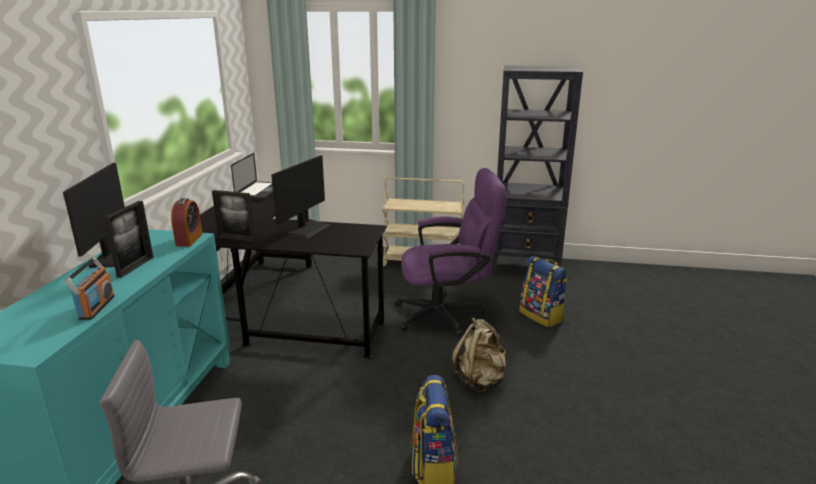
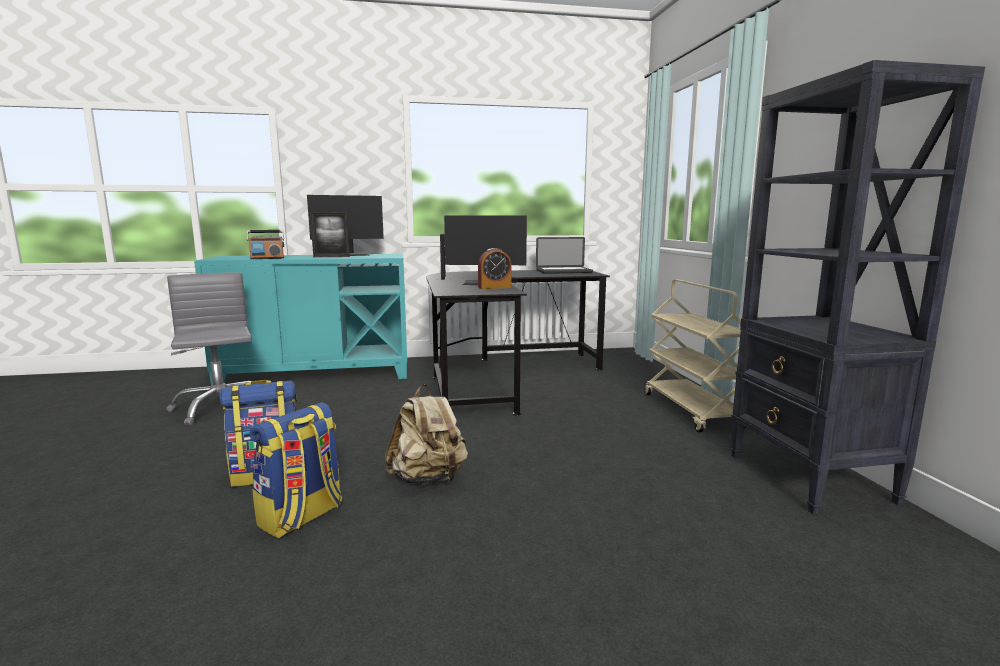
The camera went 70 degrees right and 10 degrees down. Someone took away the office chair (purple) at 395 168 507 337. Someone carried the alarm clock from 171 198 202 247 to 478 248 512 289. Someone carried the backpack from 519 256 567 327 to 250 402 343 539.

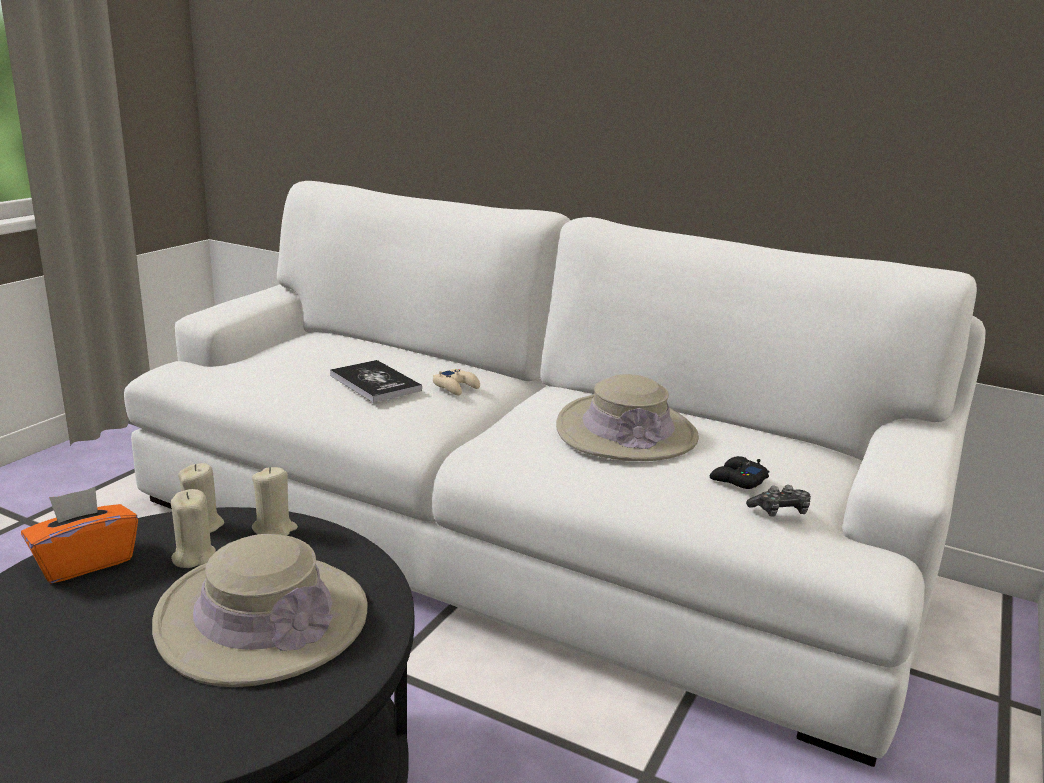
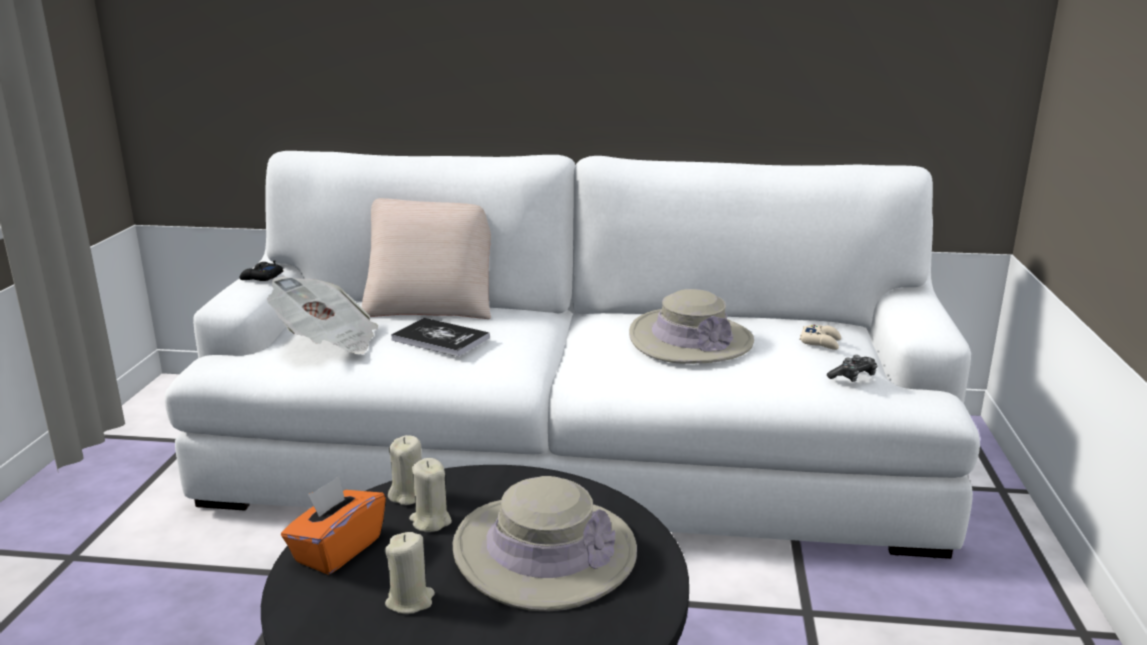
The camera went 20 degrees left and 0 degrees up. Someone put down the newspaper at 267 276 378 354. Someone put down the pillow (beige) at 362 198 491 319. Someone carried the candle (beige) from 252 467 298 536 to 385 532 435 614. Someone carried the game controller (beige) from 433 369 480 396 to 800 325 841 350. Someone carried the game controller (black) from 710 456 770 489 to 239 260 283 281.

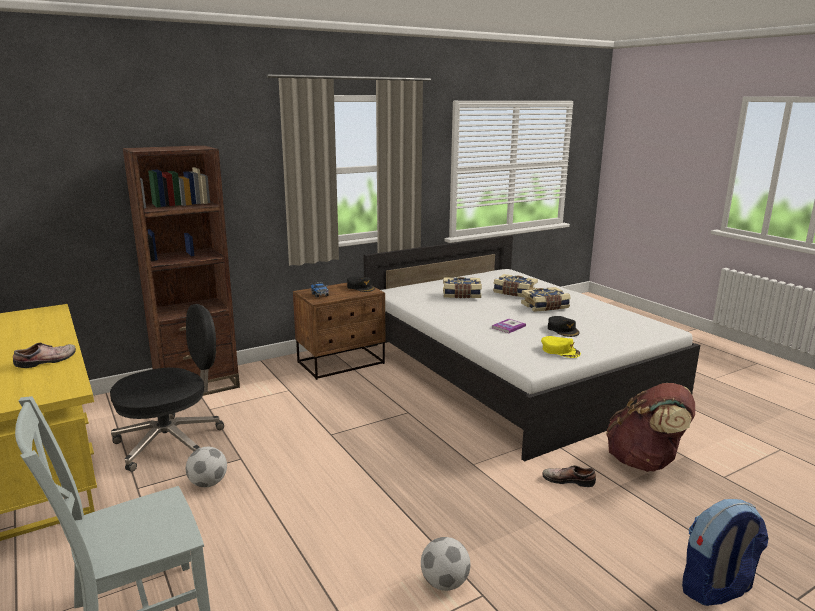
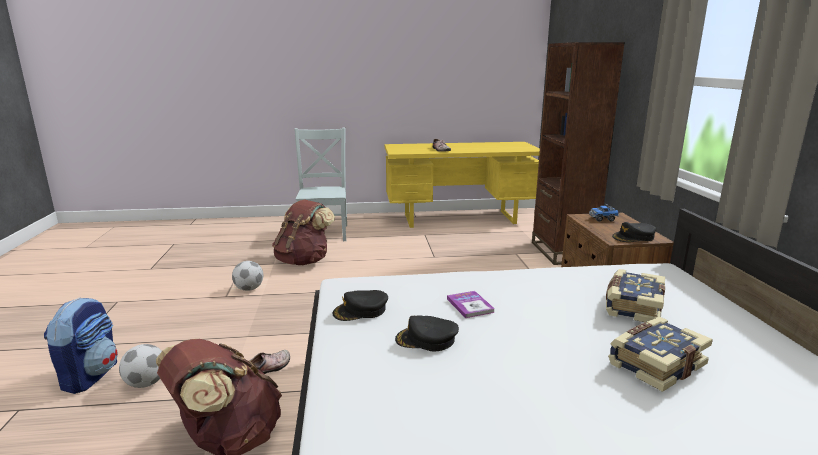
The camera went 115 degrees right and 0 degrees up. Someone took away the office chair (black) at 110 304 224 472. Someone took away the book at 521 287 571 312. Someone put down the backpack (brown) at 272 200 335 265. Someone carried the football from 186 447 227 487 to 119 344 162 388. Someone repainted the cap (yellow) at 541 336 581 358, which became the cap (black) at 333 290 388 321.

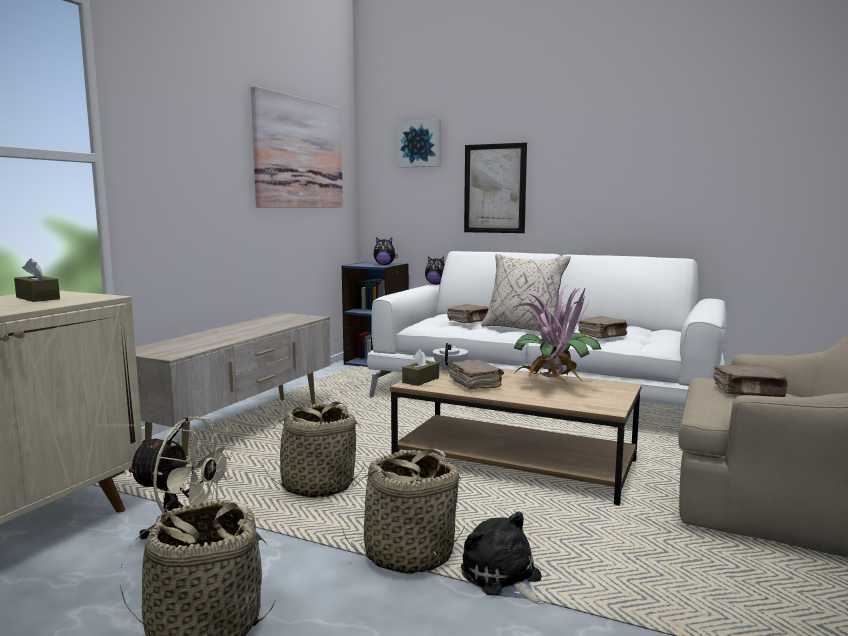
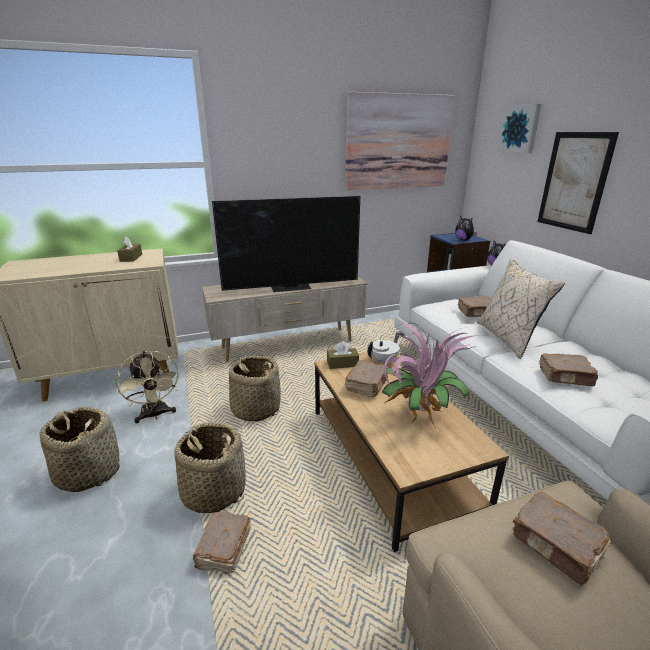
The camera went 45 degrees right and 15 degrees up. Someone put down the television at 212 196 360 292. Someone swapped the plush toy at 461 512 544 604 for the book (brown) at 193 512 251 574.

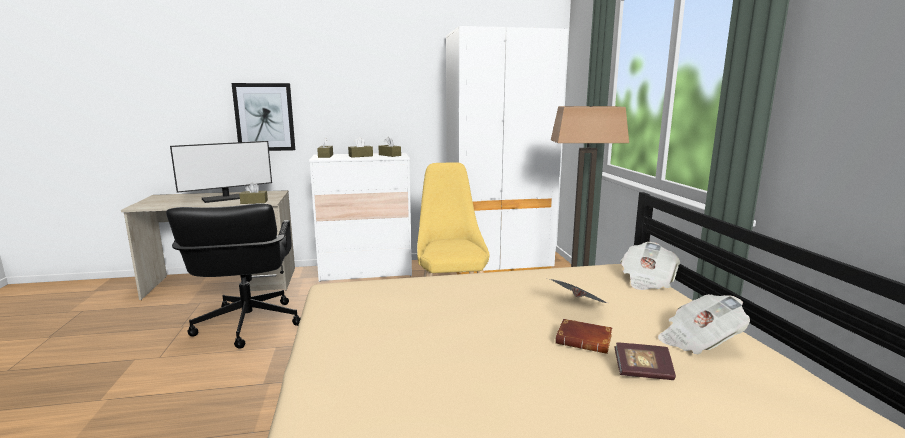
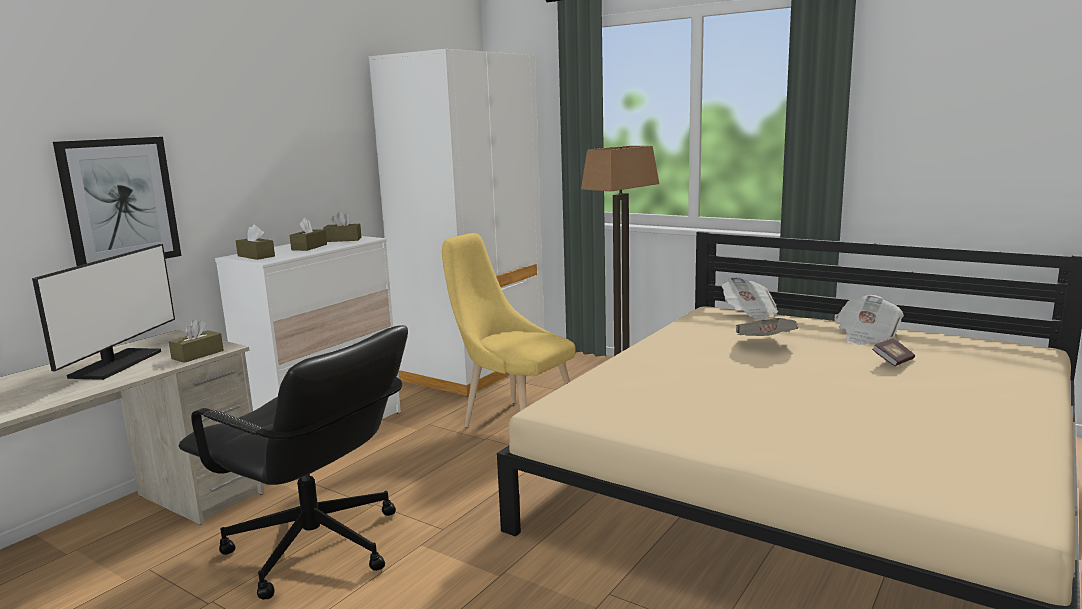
The camera went 45 degrees left and 0 degrees up. Someone took away the book (brown) at 555 319 612 354.

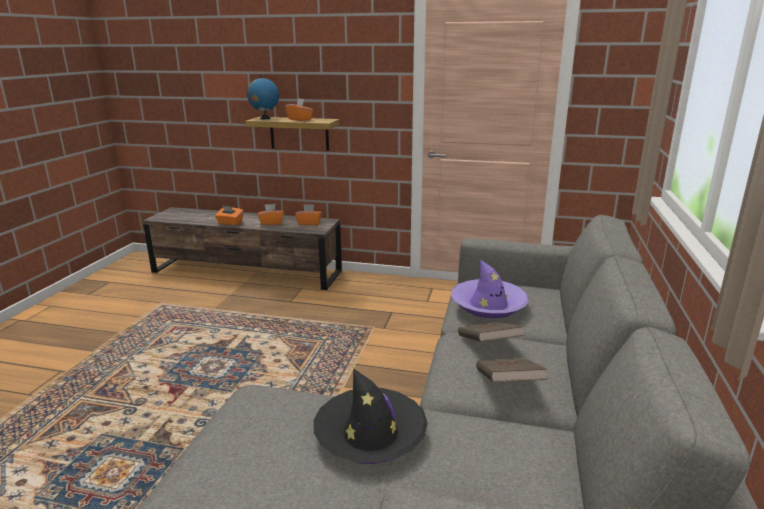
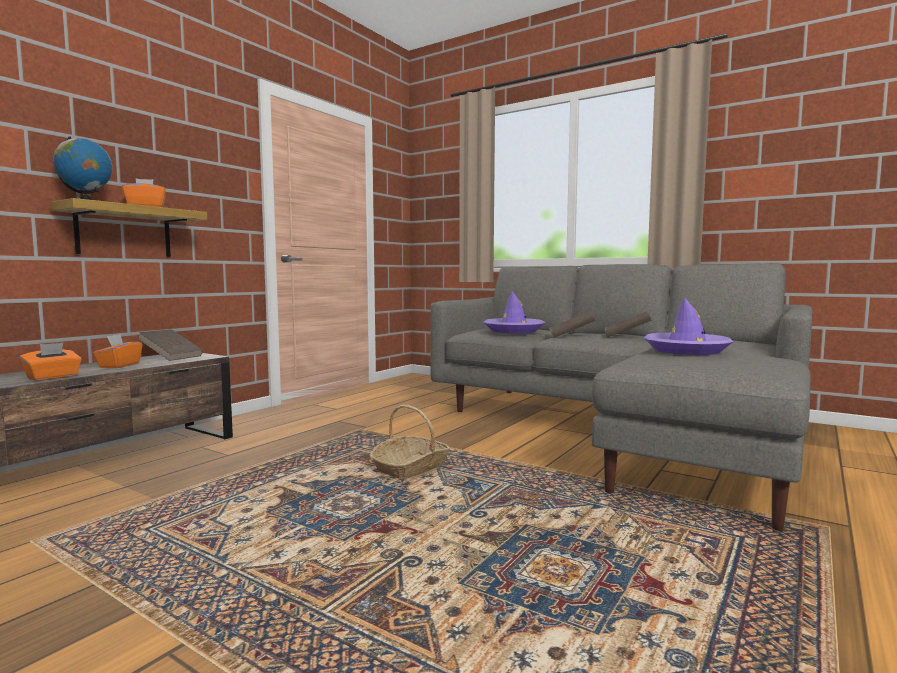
The camera went 70 degrees left and 15 degrees down. Someone put down the basket at 370 405 450 479. Someone swapped the tissue box (orange) at 295 204 322 225 for the book (brown) at 138 329 203 361. Someone repainted the hat (black) at 314 368 428 464, which became the hat (purple) at 644 298 733 355.

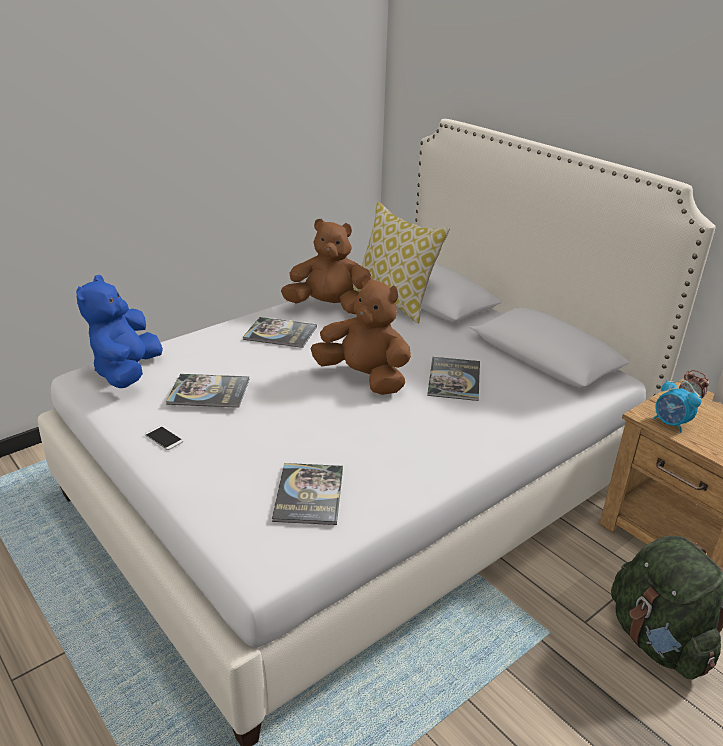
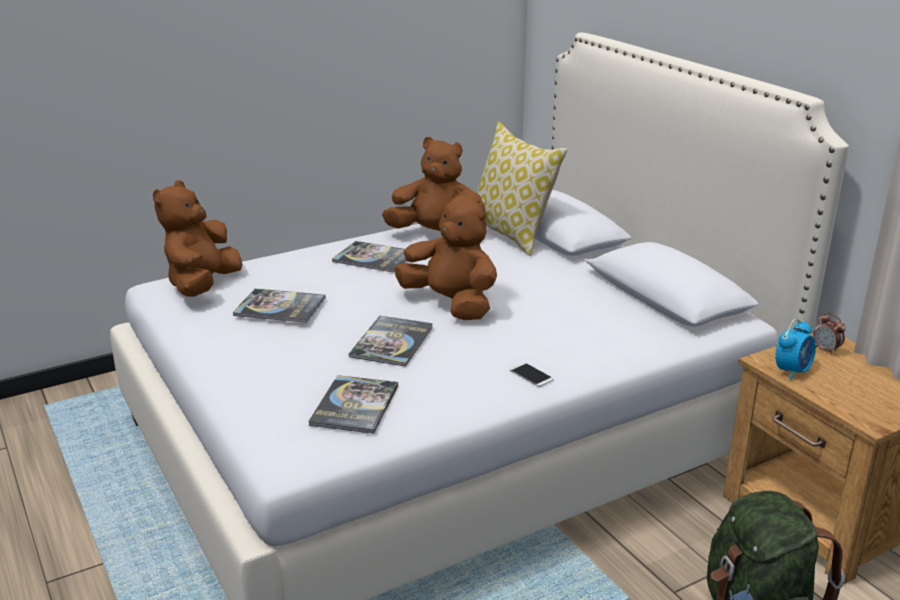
The camera went 10 degrees right and 5 degrees down. Someone carried the phone from 145 426 183 450 to 510 363 553 387. Someone carried the book from 427 357 480 401 to 349 316 433 367. Someone repainted the plush toy (blue) at 76 275 163 388, which became the plush toy (brown) at 153 180 242 297. Someone rotated the alarm clock at 653 380 702 433 by 105 degrees counterclockwise.

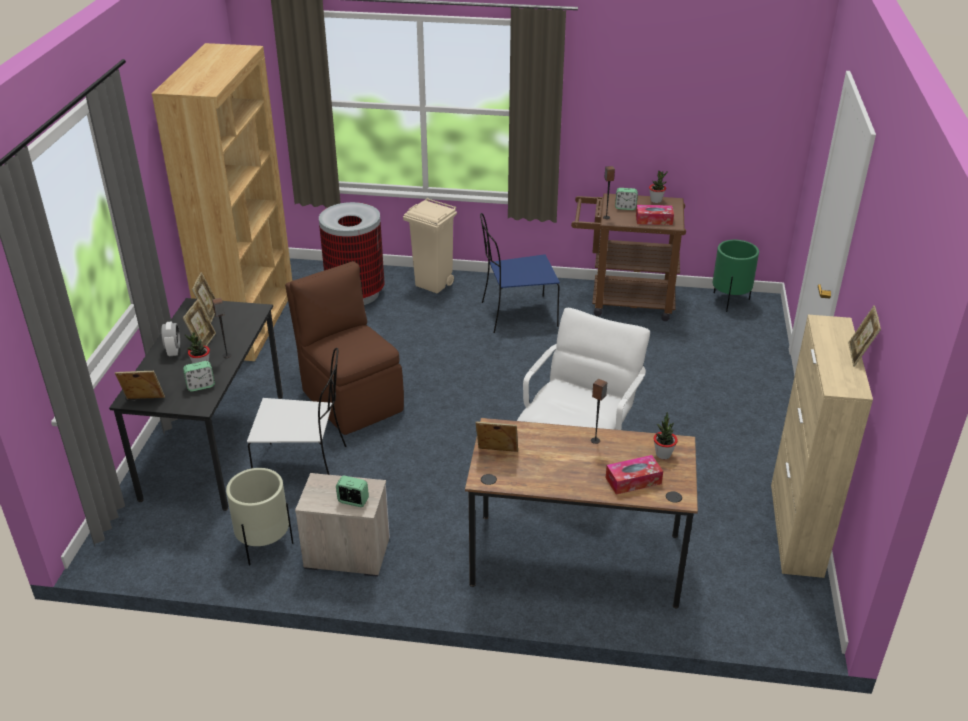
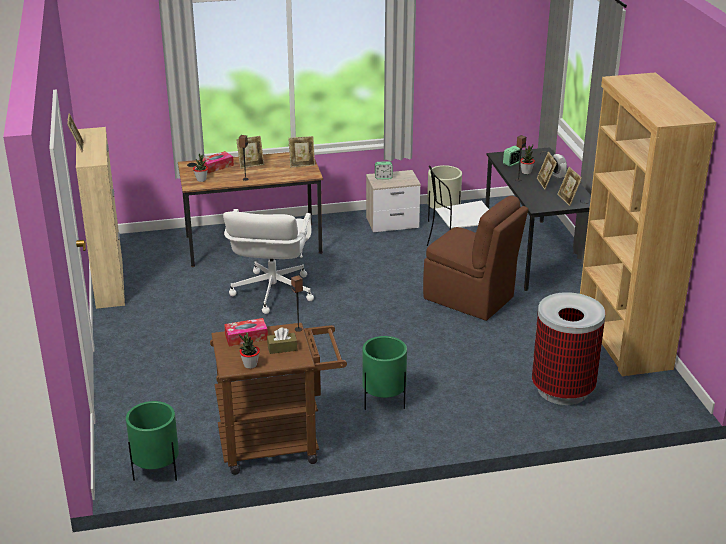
The camera went 160 degrees right and 5 degrees down. Someone took away the trash can (beige) at 403 198 457 294. Someone carried the picture frame from 115 371 165 399 to 236 136 264 169. Someone swapped the chair (blue) at 480 213 560 333 for the planter (green) at 363 336 407 410. Someone swapped the alarm clock at 615 188 638 210 for the tissue box (brown) at 267 327 297 354.

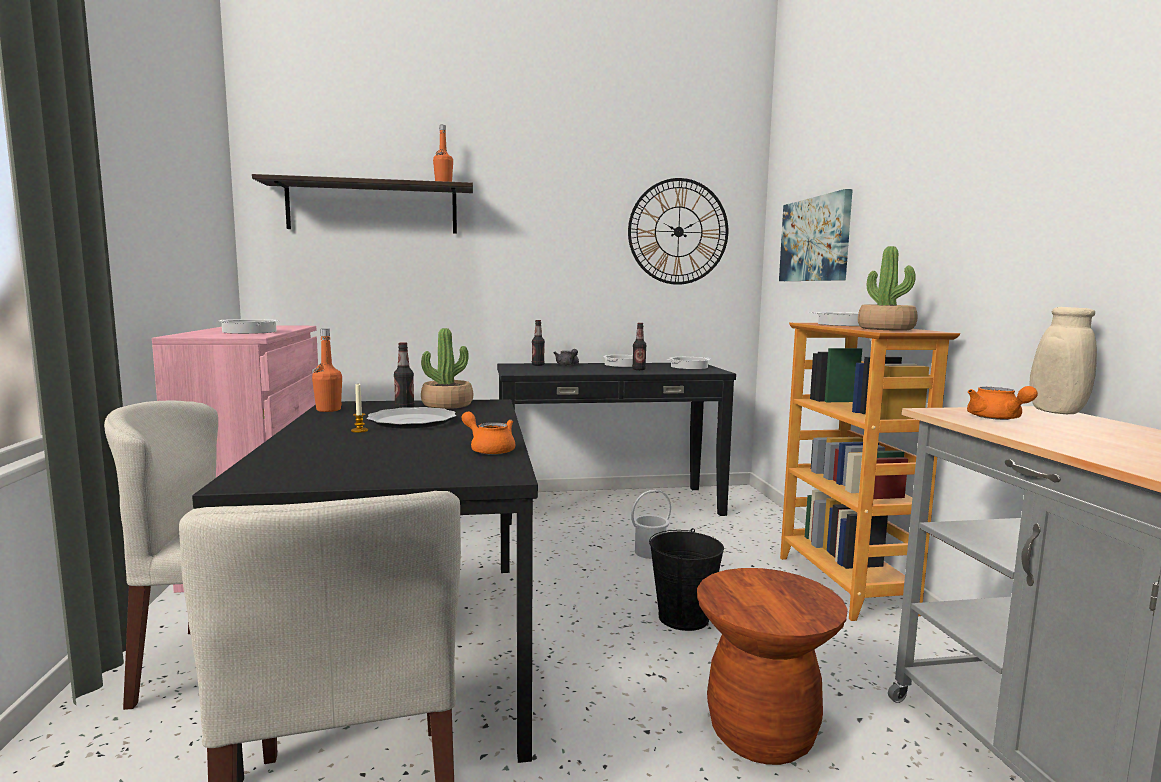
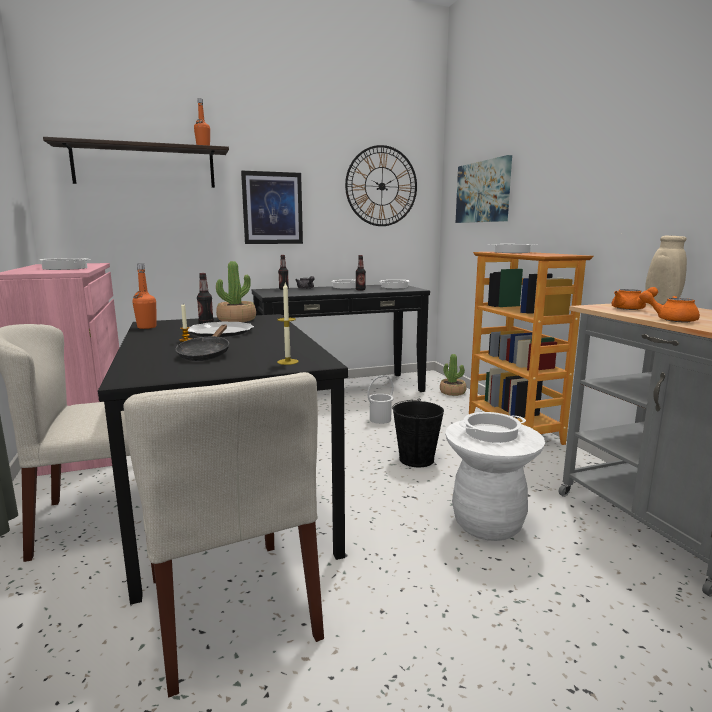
The camera went 10 degrees left and 5 degrees up. Someone put down the frying pan (black) at 176 325 229 361. Someone put up the picture at 241 171 303 244. Someone put down the candle at 277 283 299 365. Someone put down the cooking pot at 459 412 526 443. Someone carried the teapot (orange) from 462 412 515 455 to 639 291 700 322. Someone carried the potted plant from 858 246 918 331 to 440 354 467 396. Someone repainted the stool (brown) at 697 568 848 765, which became the stool (white) at 445 420 545 541.

